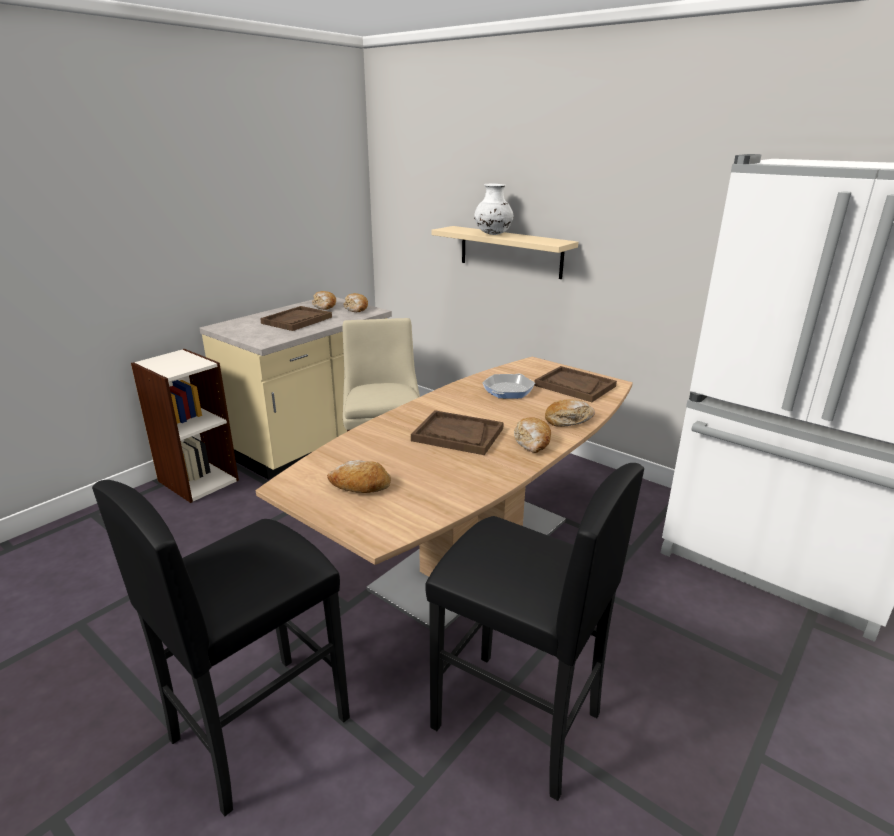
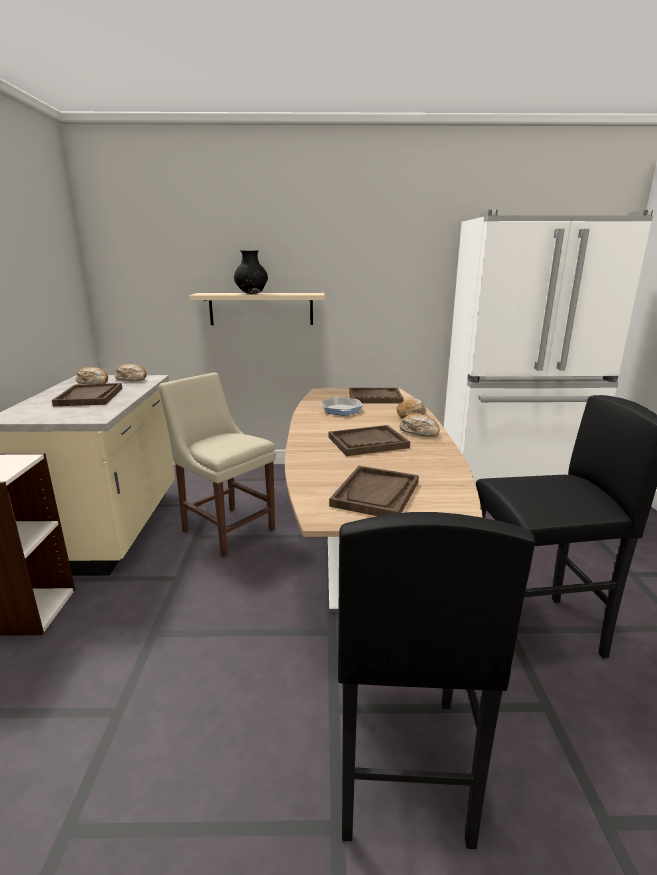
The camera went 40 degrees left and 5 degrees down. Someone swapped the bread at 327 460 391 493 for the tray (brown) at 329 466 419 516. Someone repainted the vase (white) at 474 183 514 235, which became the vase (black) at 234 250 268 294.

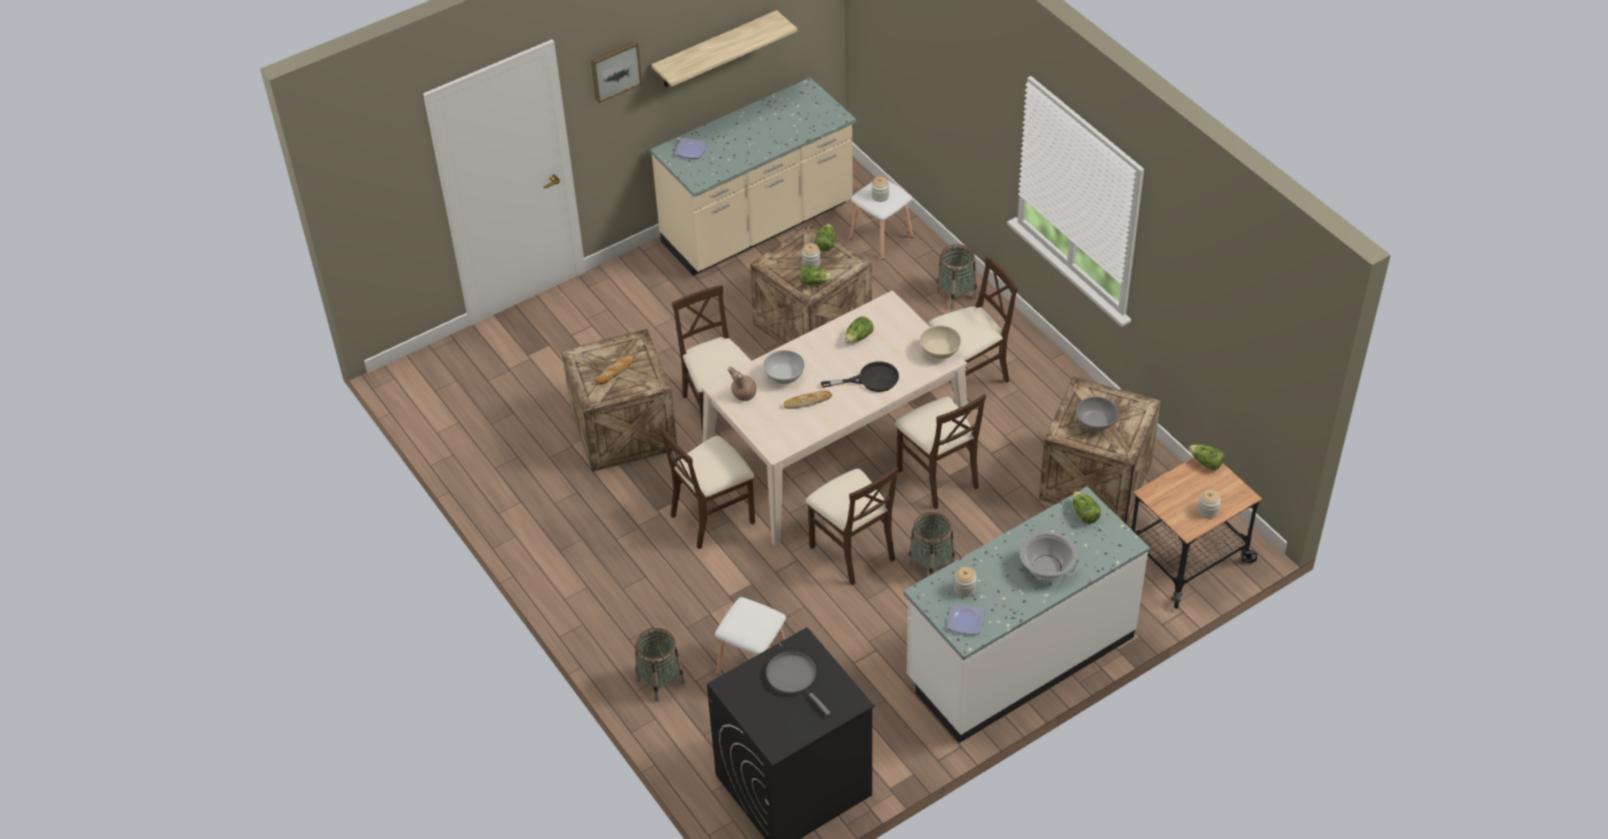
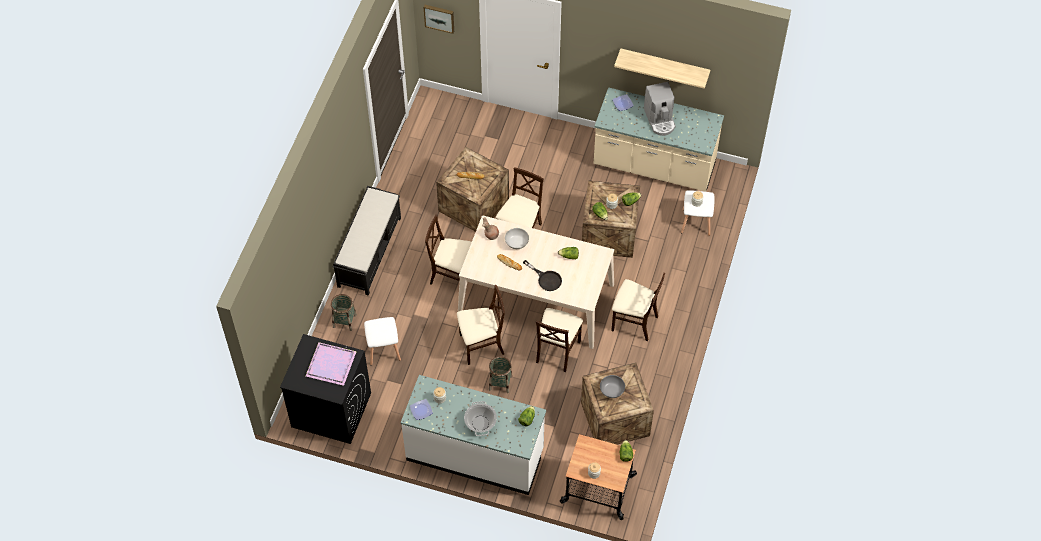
The camera went 50 degrees right and 10 degrees up. Someone took away the bowl (beige) at 920 326 961 359. Someone took away the basket at 935 244 977 310. Someone put down the bench (black) at 333 186 401 296. Someone put down the coffee machine at 644 82 676 136. Someone carried the picture from 591 41 642 103 to 424 5 454 34. Someone swapped the frying pan (grey) at 766 651 830 715 for the tray (purple) at 306 342 357 386. Someone rotated the chair (beige) at 806 467 899 586 by 120 degrees counterclockwise.

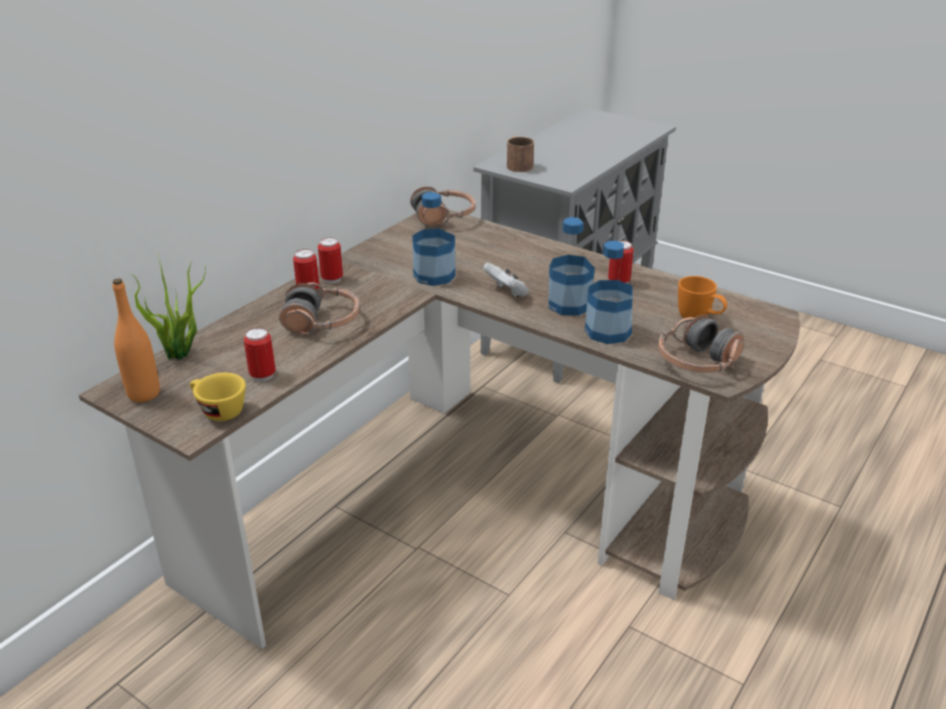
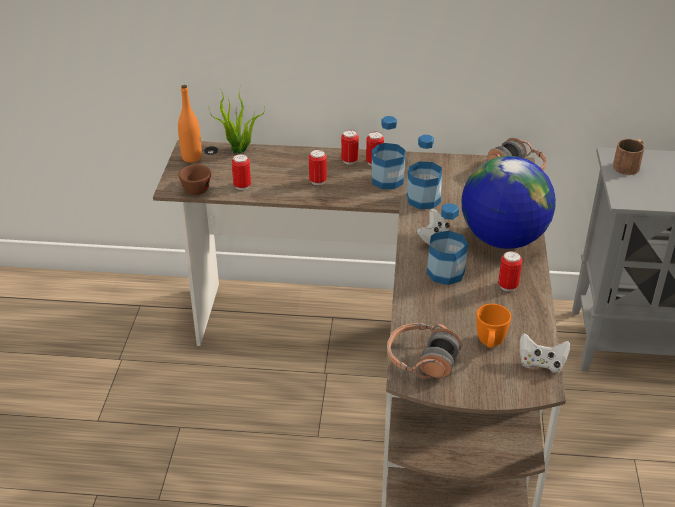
The camera went 60 degrees right and 5 degrees up. Someone put down the globe at 462 156 556 249. Someone put down the game controller (white) at 520 333 570 373. Someone carried the bottle from 585 241 632 344 to 372 116 405 189. Someone swapped the headphones at 279 282 360 335 for the can at 309 149 327 185. Someone repainted the cup (yellow) at 190 373 246 421, which became the cup (brown) at 179 163 211 195.

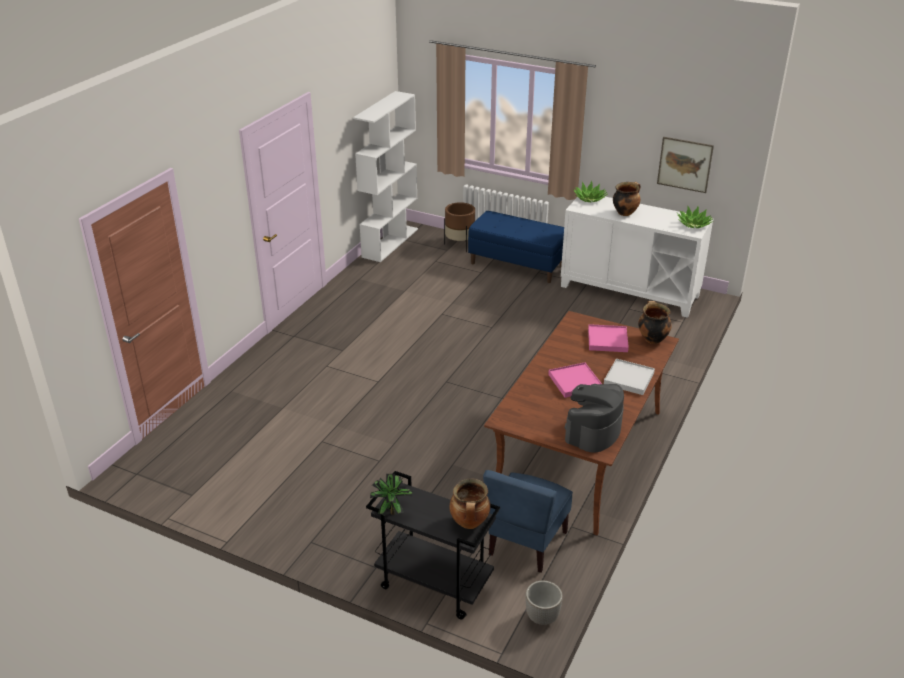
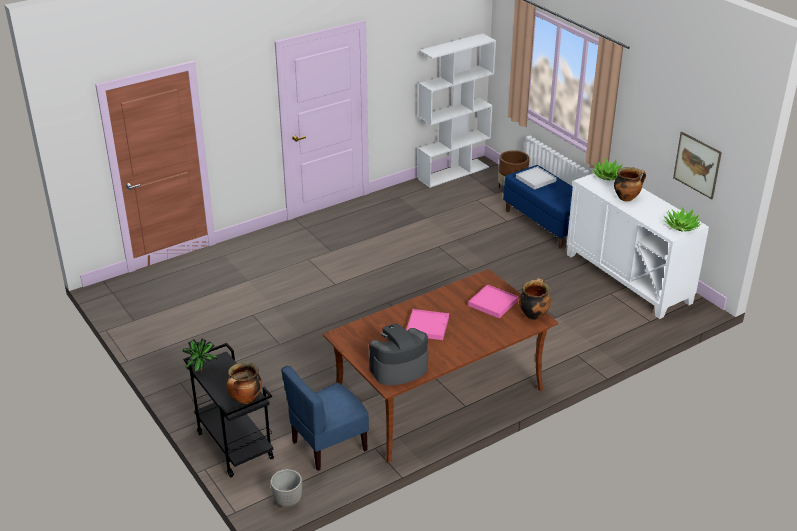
The camera went 30 degrees right and 0 degrees up. Someone carried the tray (white) from 604 359 655 395 to 516 166 557 190.

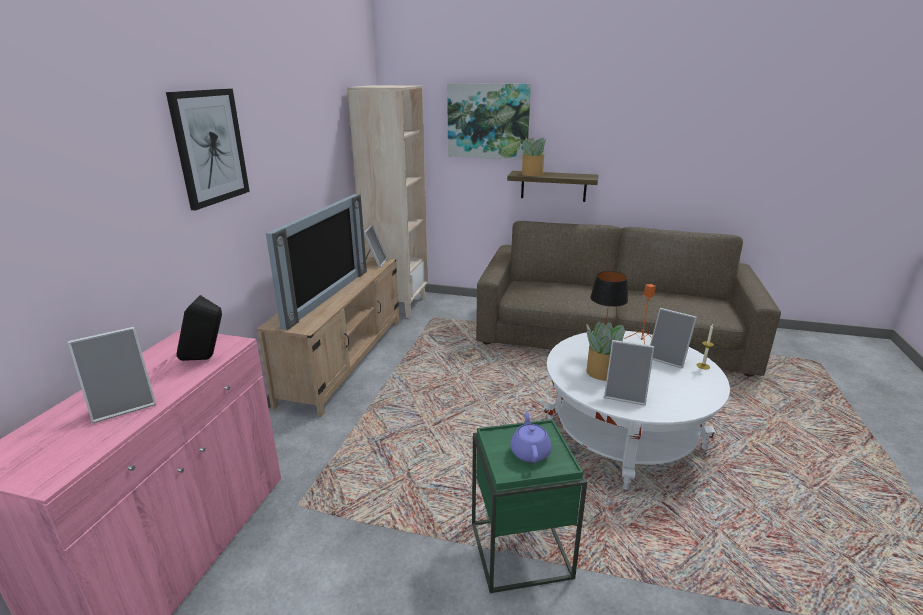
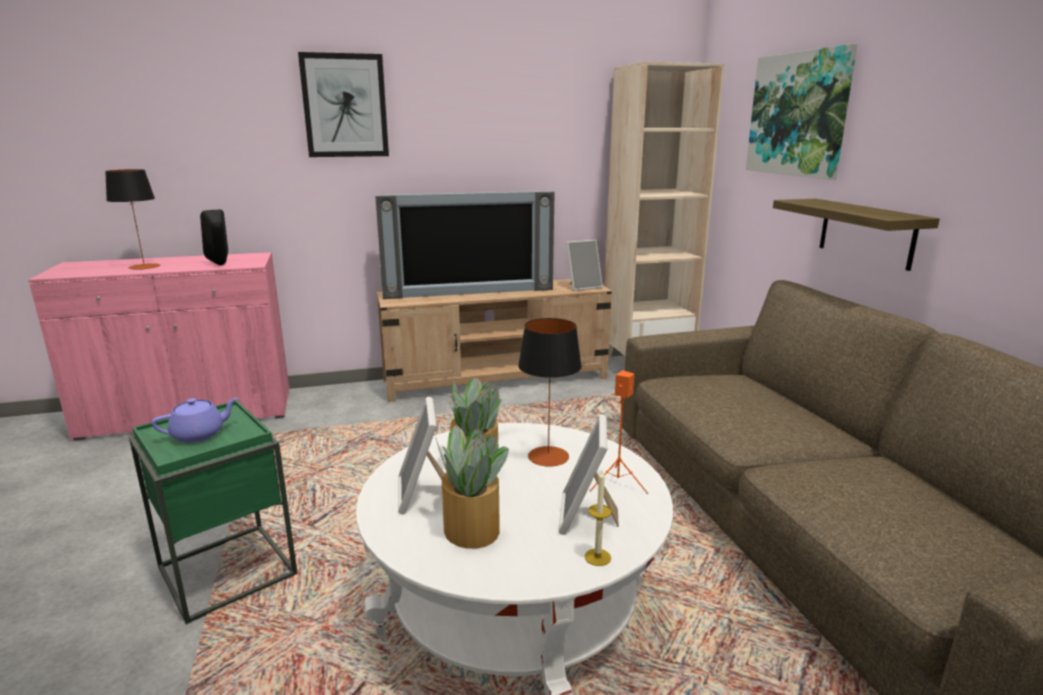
The camera went 60 degrees right and 5 degrees down. Someone carried the potted plant from 521 138 546 176 to 435 425 509 549. Someone swapped the picture frame at 68 327 156 423 for the table lamp at 105 169 160 270.

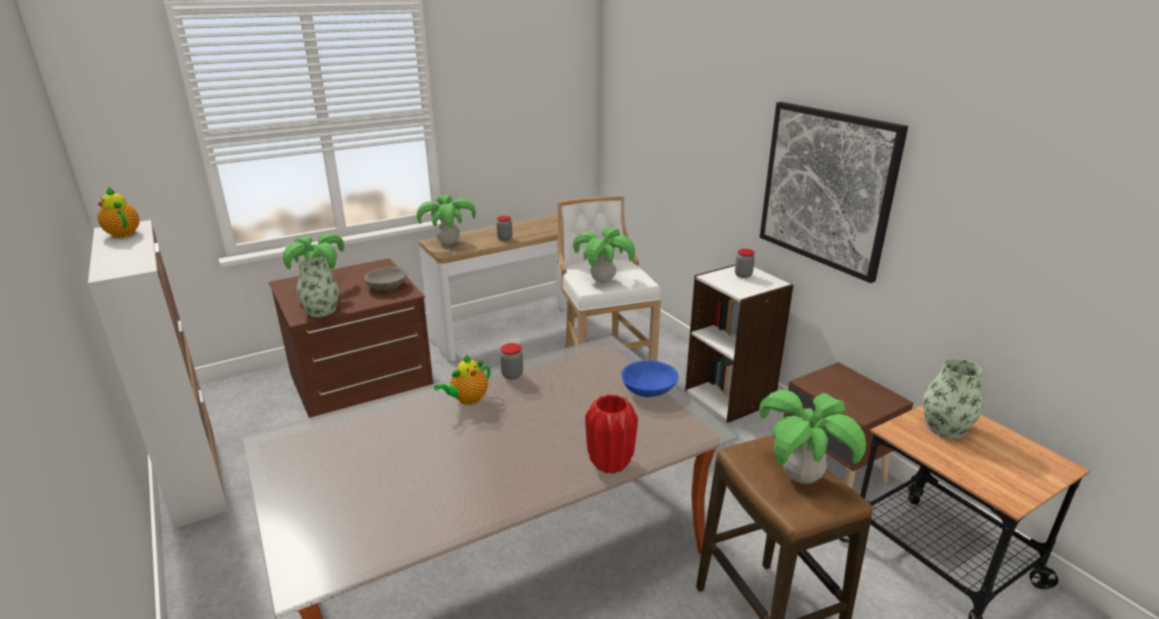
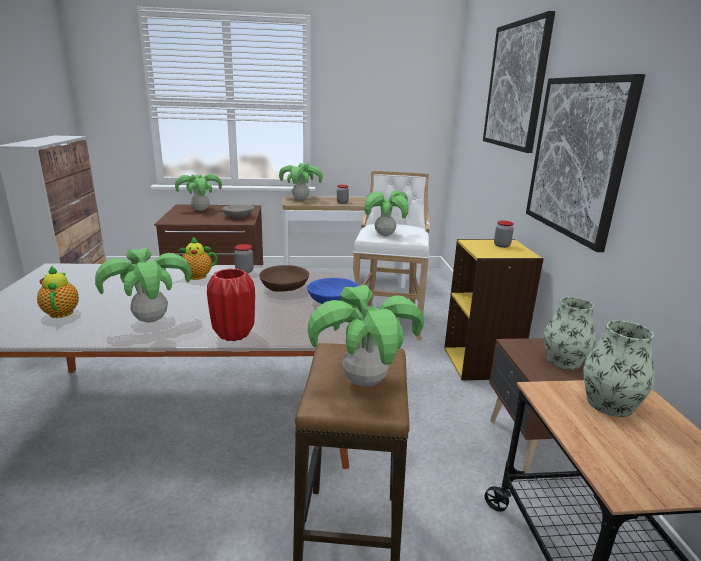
The camera went 25 degrees right and 5 degrees down. Someone put down the potted plant at 95 247 192 322. Someone put down the bowl (brown) at 259 265 309 292. Someone put up the picture at 483 11 555 153. Someone carried the teapot from 98 186 140 238 to 37 266 79 318. Someone carried the vase from 297 257 339 317 to 544 297 596 370. Someone repainted the bookcase (white) at 685 265 794 423, which became the bookcase (yellow) at 444 239 544 380.

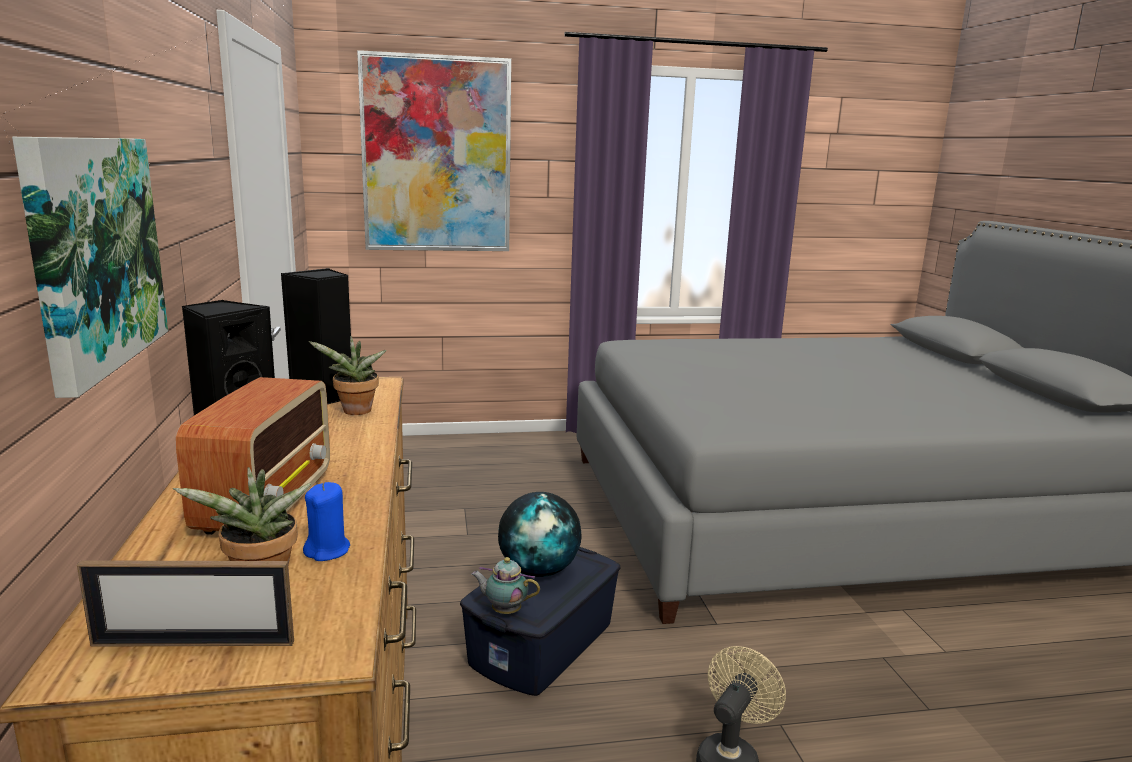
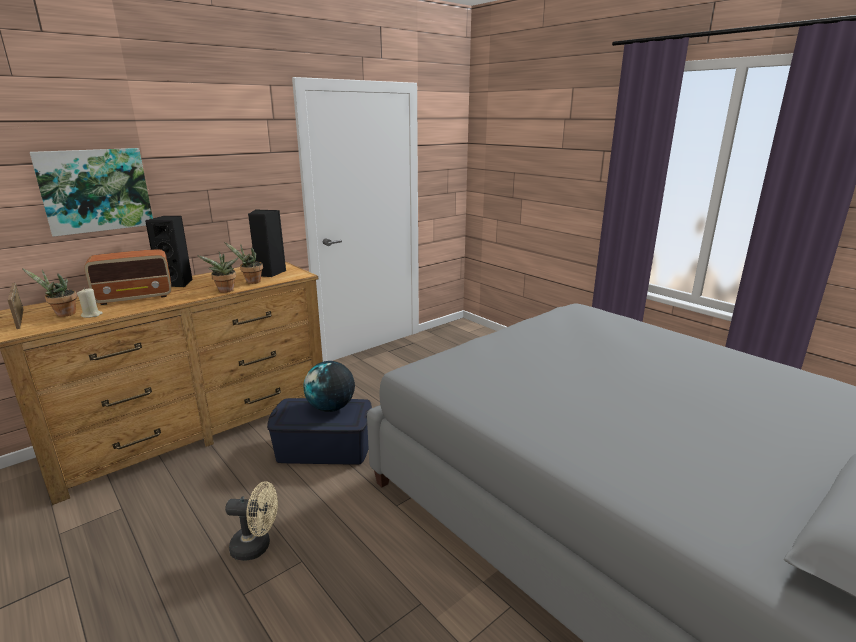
The camera went 60 degrees right and 5 degrees up. Someone took away the picture at 357 50 511 251. Someone took away the teapot at 471 557 540 614. Someone put down the potted plant at 197 252 239 293. Someone repainted the candle (blue) at 303 482 350 561, which became the candle (beige) at 77 288 103 318.

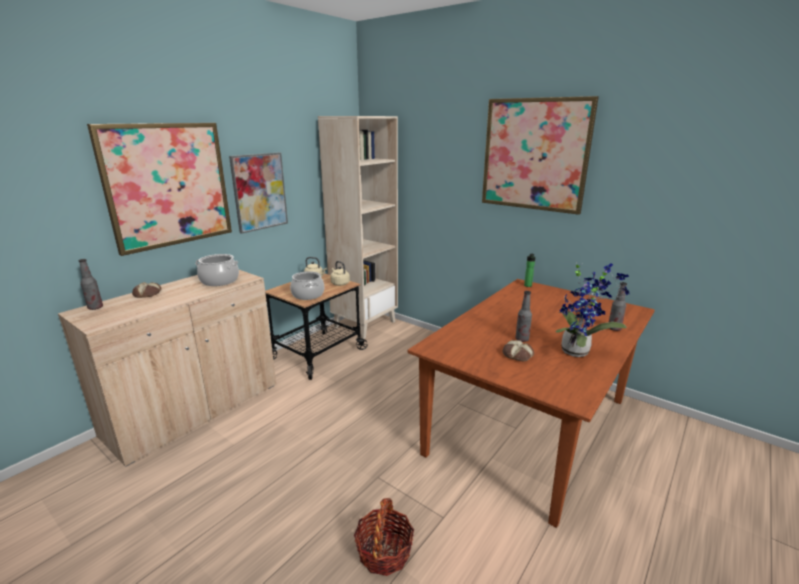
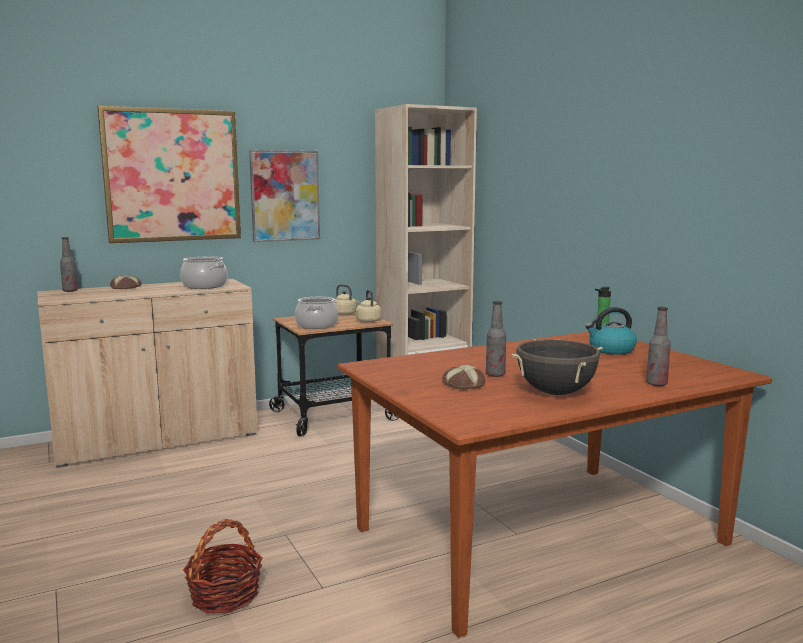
The camera went 25 degrees right and 10 degrees down. Someone took away the picture at 482 96 599 215. Someone put down the kettle at 586 307 637 355. Someone swapped the potted plant at 555 261 630 357 for the cooking pot (black) at 511 339 603 395.

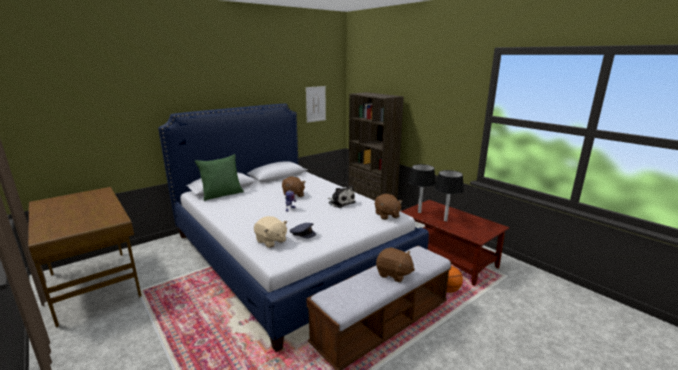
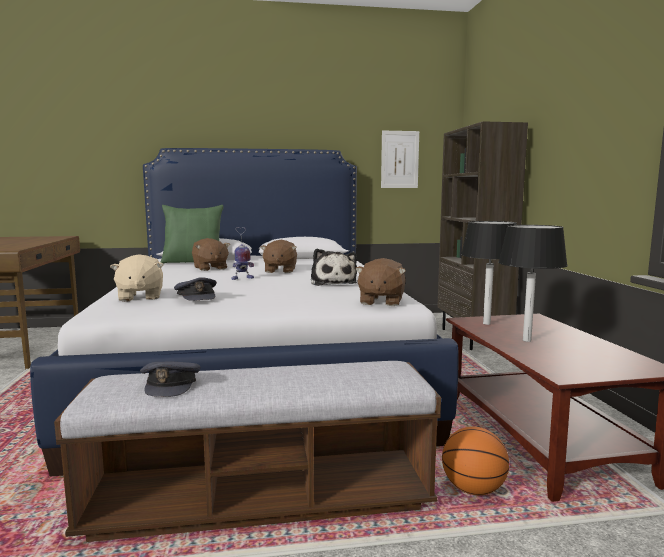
The camera went 30 degrees right and 10 degrees down. Someone put down the cap (grey) at 140 361 201 397. Someone carried the plush toy (brown) from 376 247 415 282 to 192 238 230 271.

